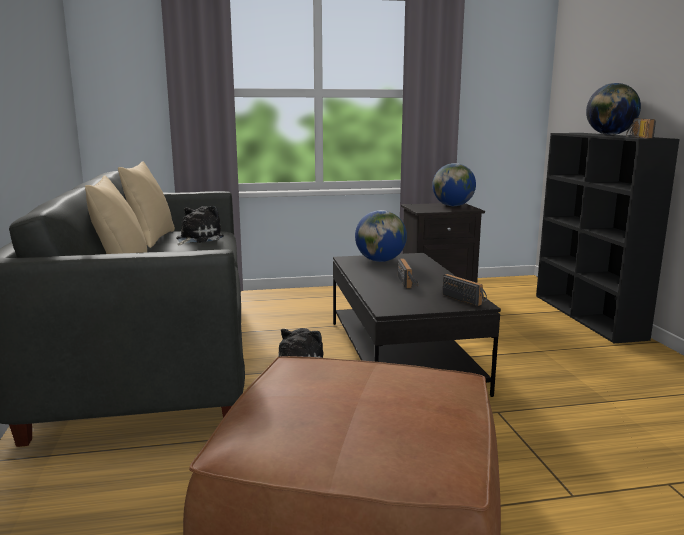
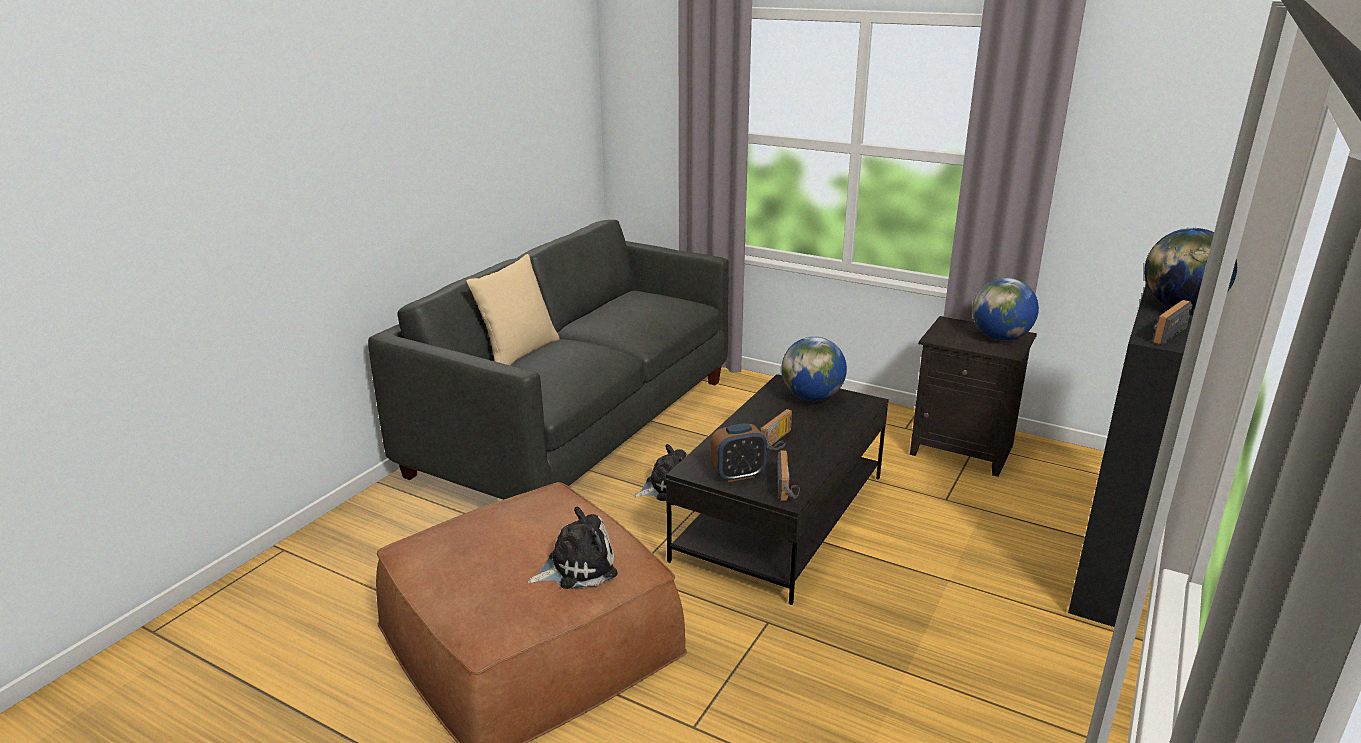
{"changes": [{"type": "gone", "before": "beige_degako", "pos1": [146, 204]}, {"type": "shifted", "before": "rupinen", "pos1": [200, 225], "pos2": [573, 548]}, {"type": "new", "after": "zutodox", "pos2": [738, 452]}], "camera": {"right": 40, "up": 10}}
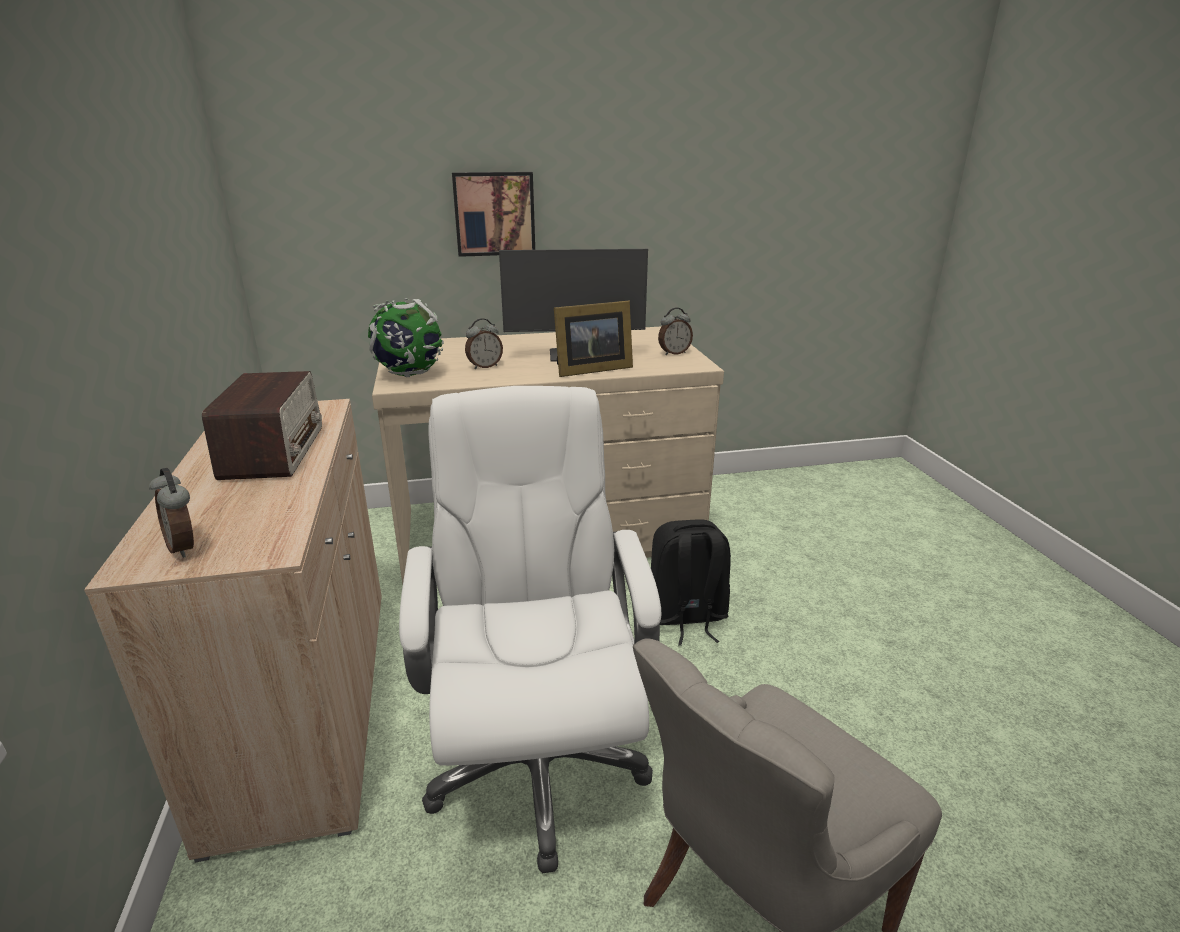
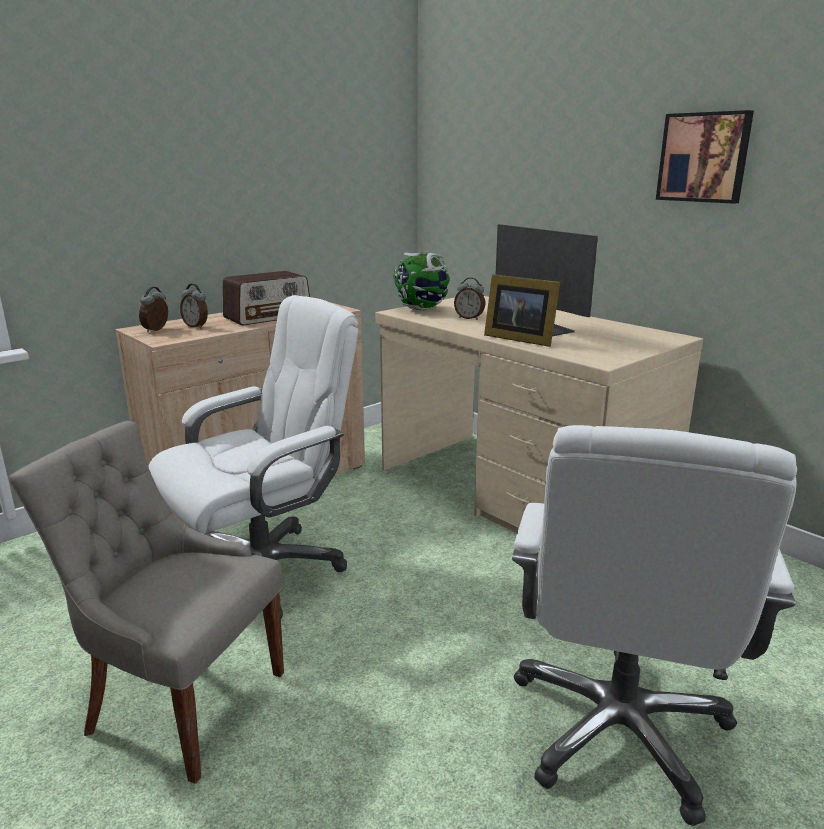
{"changes": [{"type": "shifted", "before": "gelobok", "pos1": [493, 214], "pos2": [705, 157]}, {"type": "gone", "before": "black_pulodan", "pos1": [691, 582]}, {"type": "shifted", "before": "zutodox", "pos1": [675, 331], "pos2": [194, 306]}, {"type": "new", "after": "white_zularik", "pos2": [654, 625]}], "camera": {"right": 60, "up": -5}}
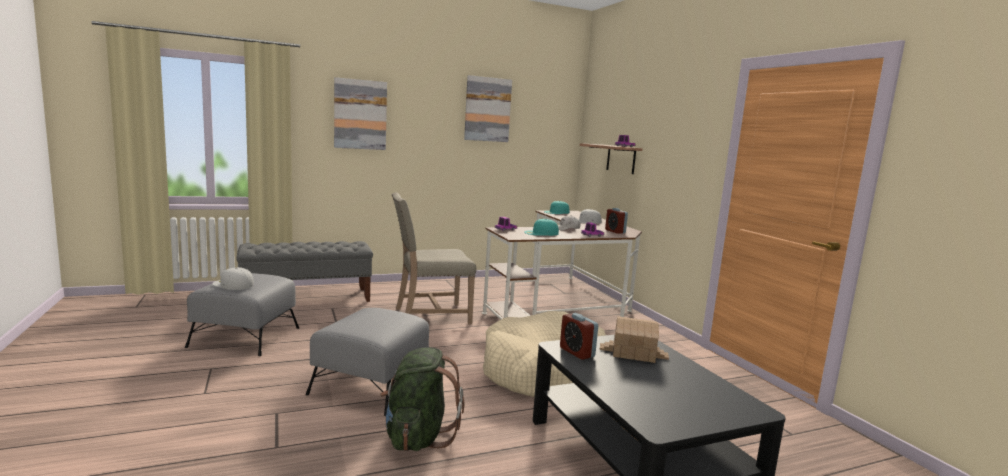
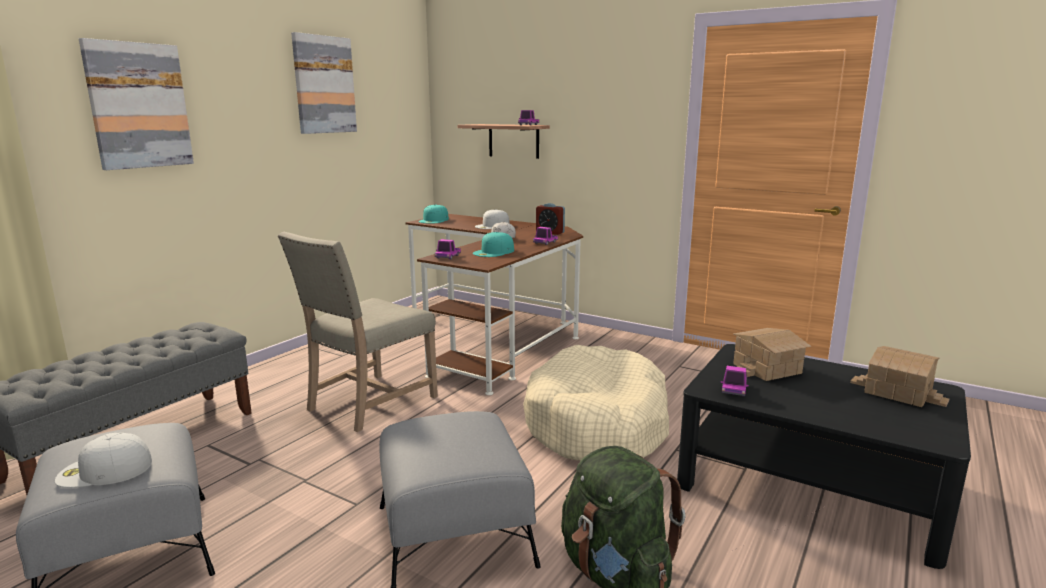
{"changes": [{"type": "swapped", "before": "zutodox", "after": "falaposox", "pos1": [579, 336], "pos2": [735, 381]}, {"type": "new", "after": "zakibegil", "pos2": [899, 376]}], "camera": {"right": -35, "up": 5}}
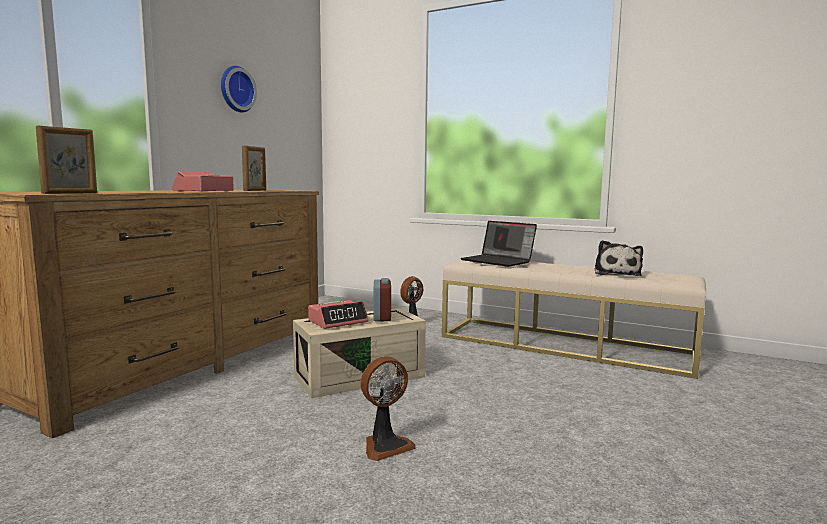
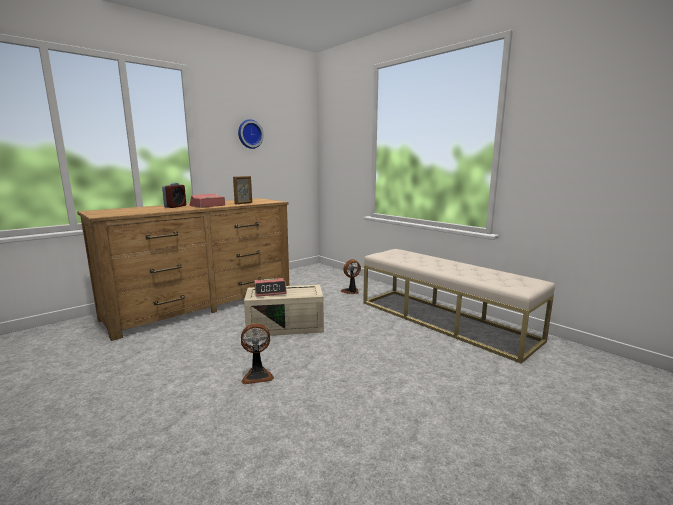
{"changes": [{"type": "gone", "before": "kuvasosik", "pos1": [66, 159]}, {"type": "shifted", "before": "zutodox", "pos1": [382, 299], "pos2": [174, 195]}, {"type": "gone", "before": "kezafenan", "pos1": [498, 244]}, {"type": "gone", "before": "rupinen", "pos1": [619, 258]}], "camera": {"right": 20, "up": 5}}
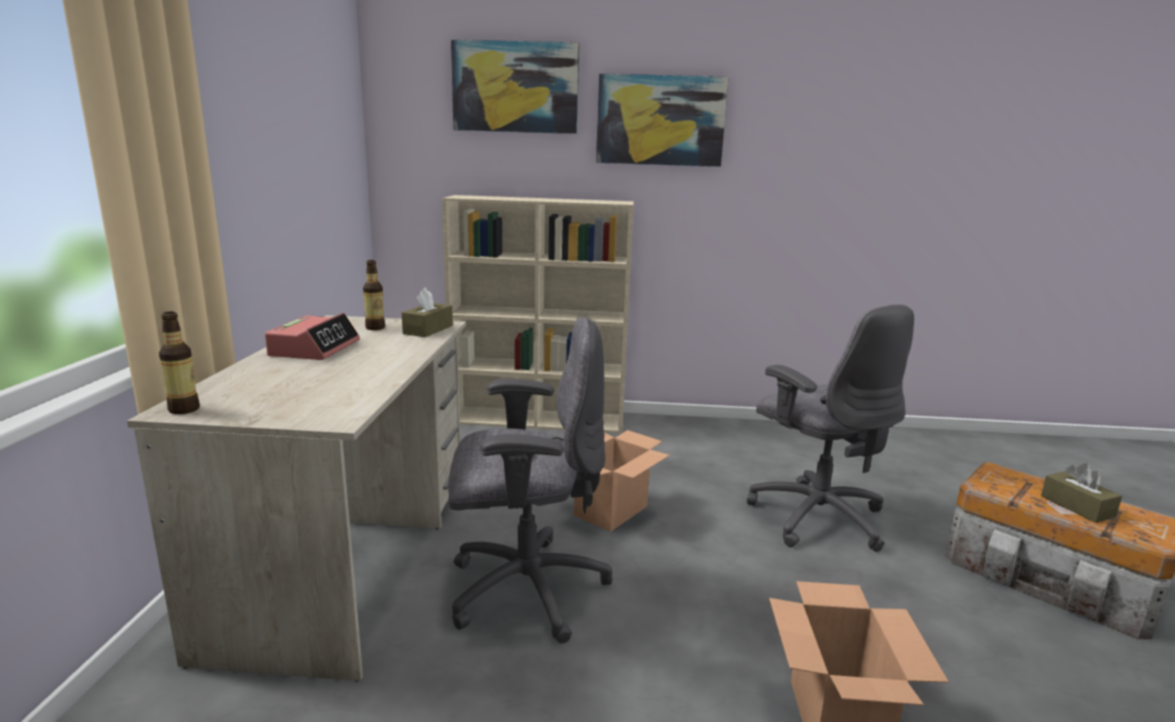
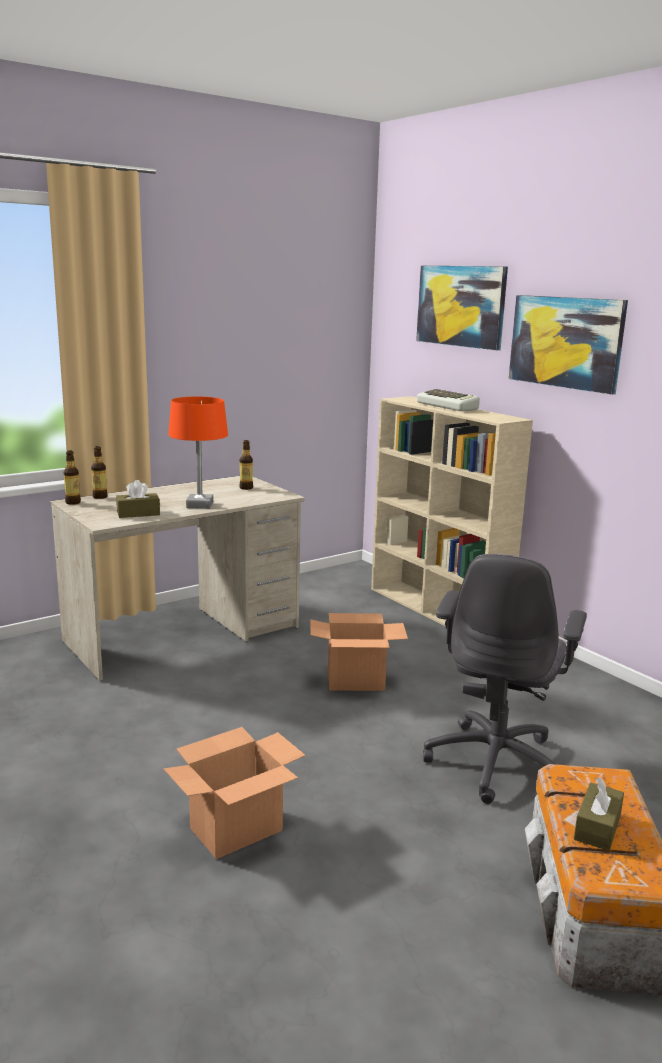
{"changes": [{"type": "gone", "before": "zutodox", "pos1": [312, 336]}, {"type": "shifted", "before": "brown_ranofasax", "pos1": [427, 312], "pos2": [138, 499]}, {"type": "gone", "before": "grey_zularik", "pos1": [530, 480]}, {"type": "new", "after": "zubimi", "pos2": [99, 472]}, {"type": "new", "after": "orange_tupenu", "pos2": [198, 452]}, {"type": "new", "after": "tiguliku", "pos2": [448, 400]}], "camera": {"right": 50, "up": 0}}
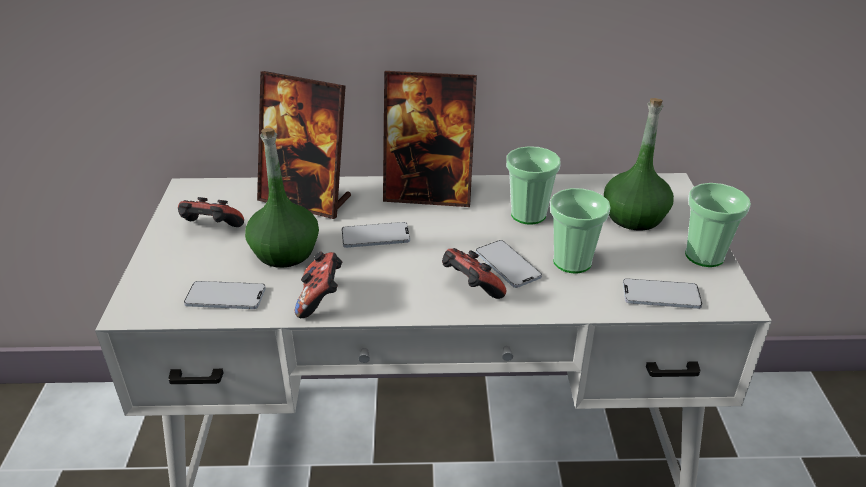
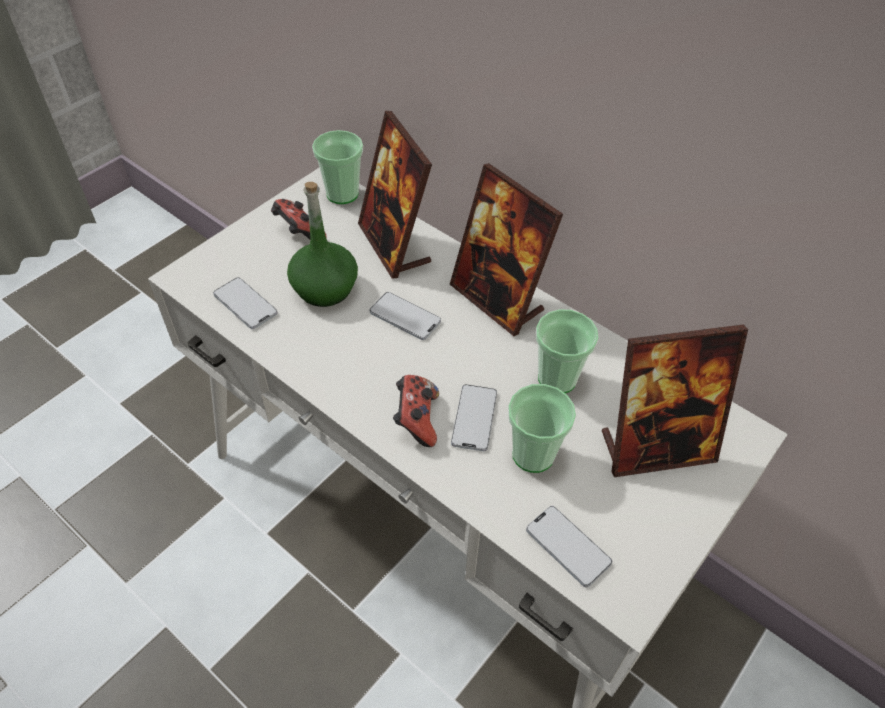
{"changes": [{"type": "gone", "before": "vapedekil", "pos1": [318, 284]}, {"type": "swapped", "before": "green_zubimi", "after": "kuvasosik", "pos1": [639, 164], "pos2": [675, 400]}, {"type": "shifted", "before": "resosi", "pos1": [718, 225], "pos2": [337, 167]}], "camera": {"right": 40, "up": 15}}
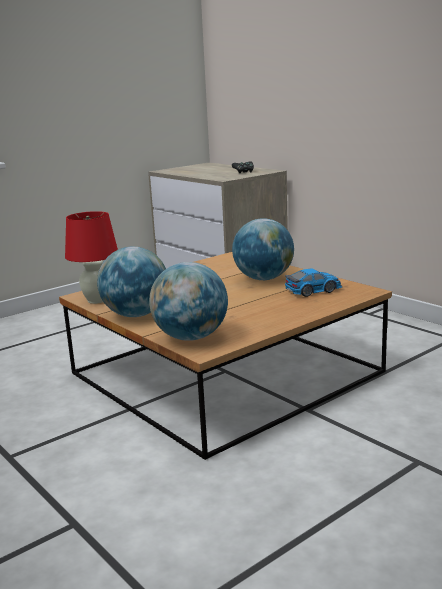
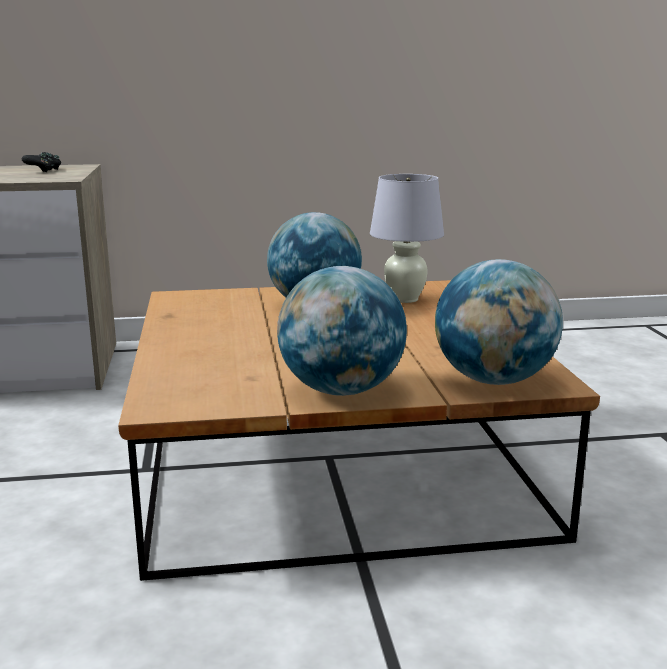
{"changes": [{"type": "gone", "before": "red_tupenu", "pos1": [91, 257]}, {"type": "swapped", "before": "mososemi", "after": "white_tupenu", "pos1": [313, 282], "pos2": [407, 238]}], "camera": {"right": -60, "up": 0}}
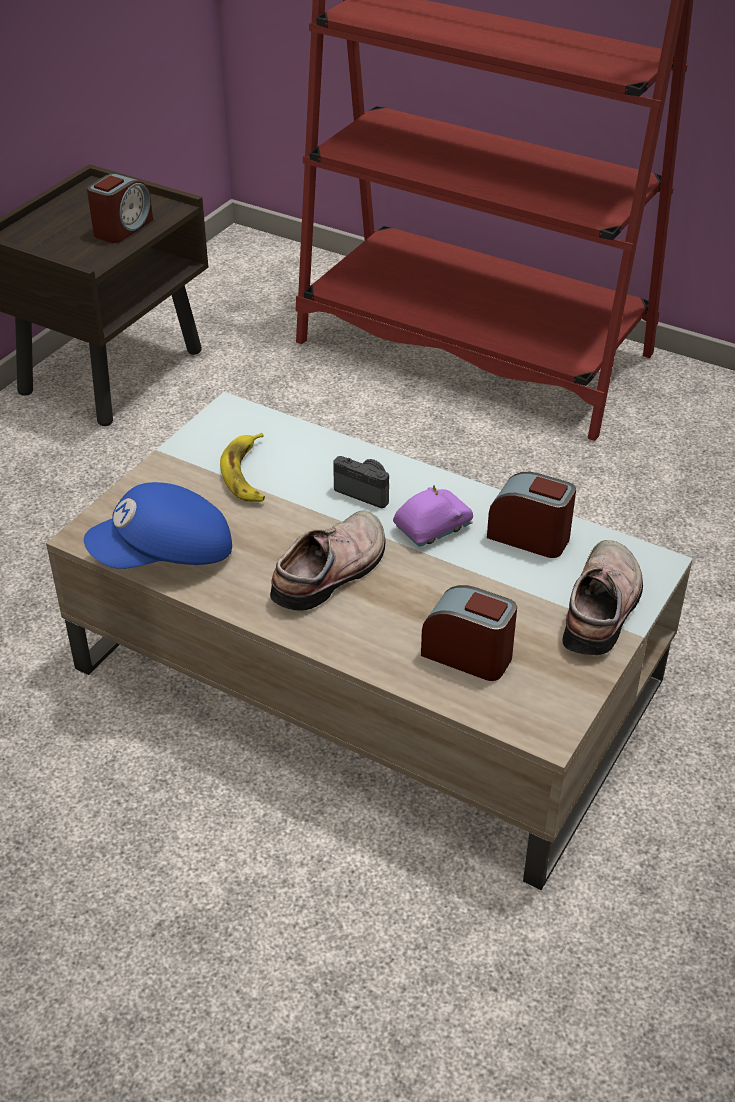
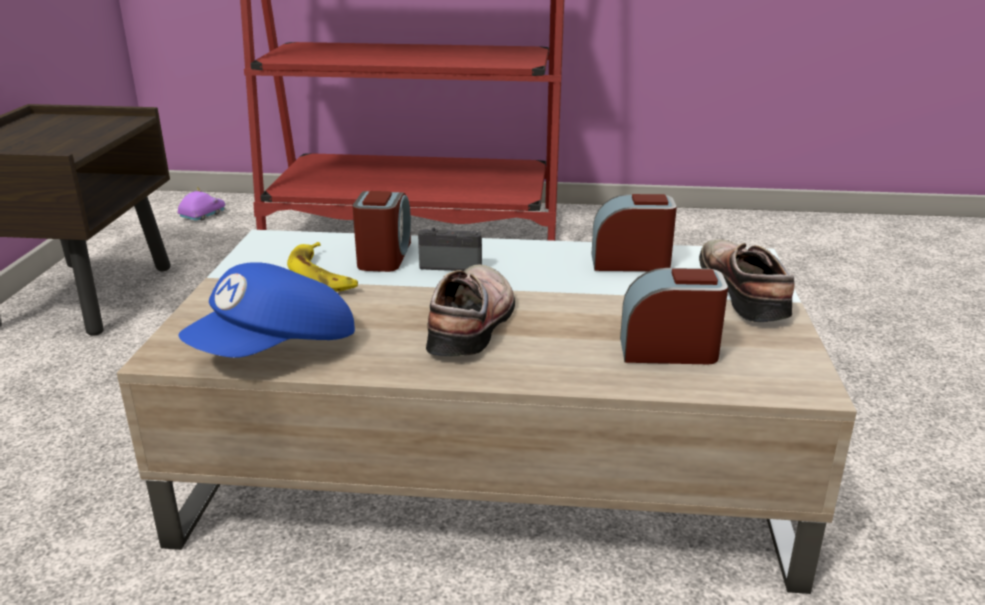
{"changes": [{"type": "shifted", "before": "zutodox", "pos1": [120, 208], "pos2": [381, 231]}, {"type": "shifted", "before": "purple_mososemi", "pos1": [433, 516], "pos2": [201, 204]}], "camera": {"right": -25, "up": -15}}
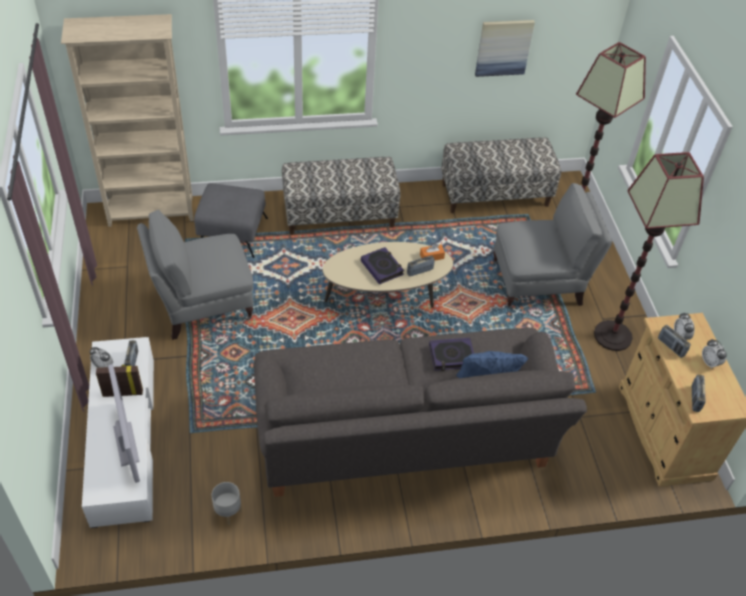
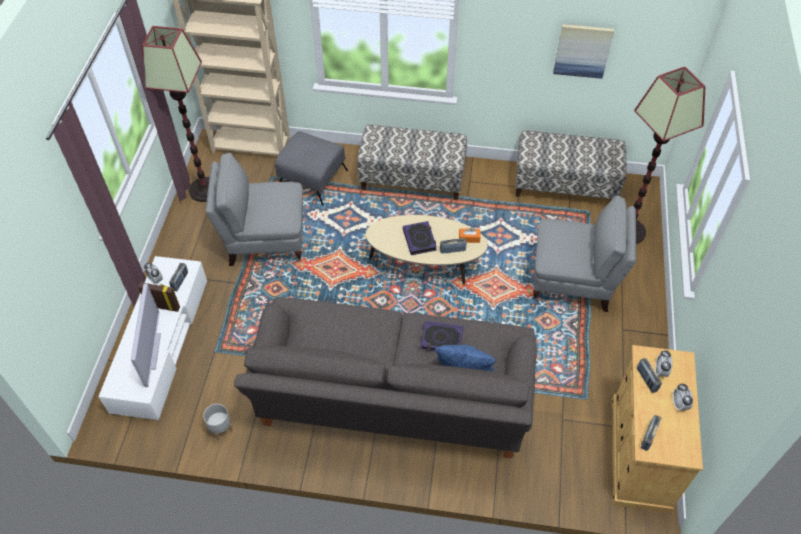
{"changes": [{"type": "shifted", "before": "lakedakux", "pos1": [649, 251], "pos2": [175, 114]}], "camera": {"right": 20, "up": 5}}
